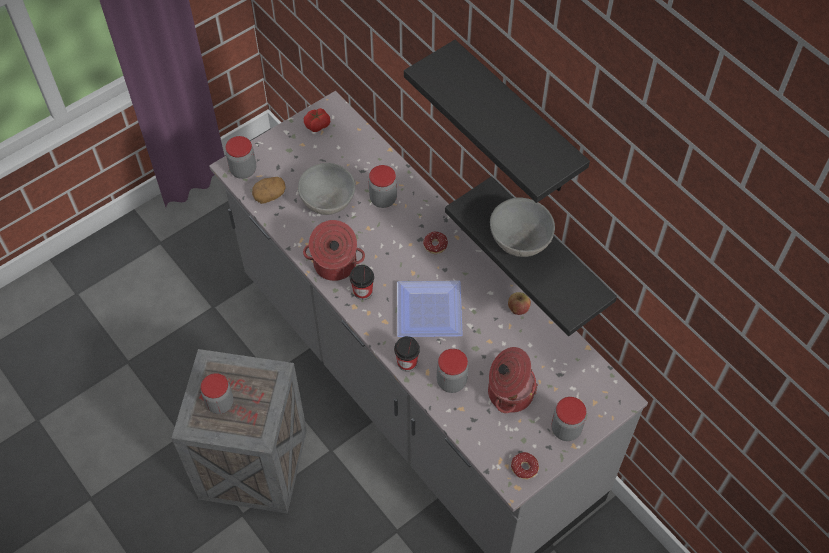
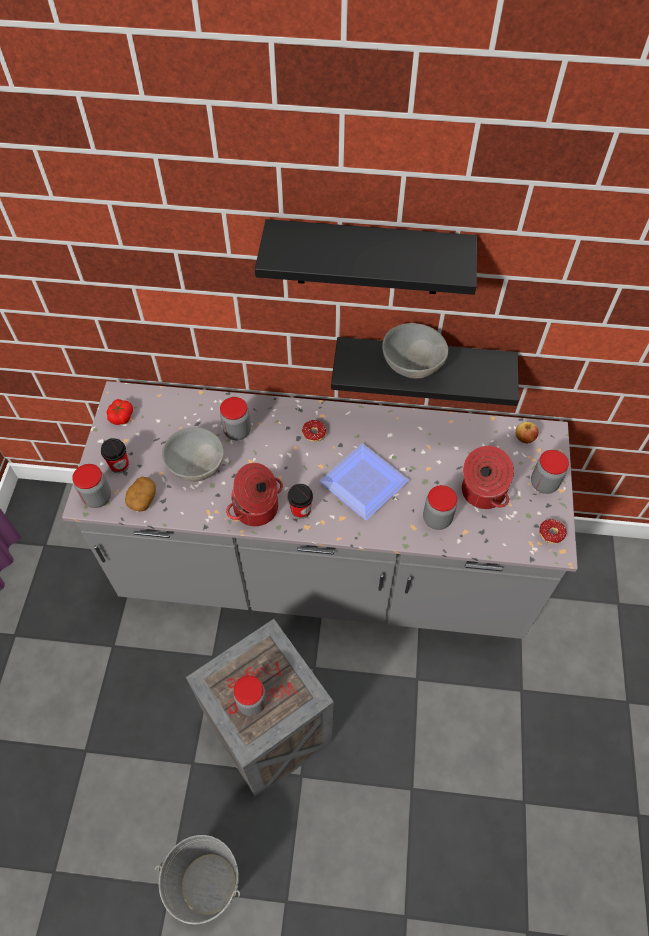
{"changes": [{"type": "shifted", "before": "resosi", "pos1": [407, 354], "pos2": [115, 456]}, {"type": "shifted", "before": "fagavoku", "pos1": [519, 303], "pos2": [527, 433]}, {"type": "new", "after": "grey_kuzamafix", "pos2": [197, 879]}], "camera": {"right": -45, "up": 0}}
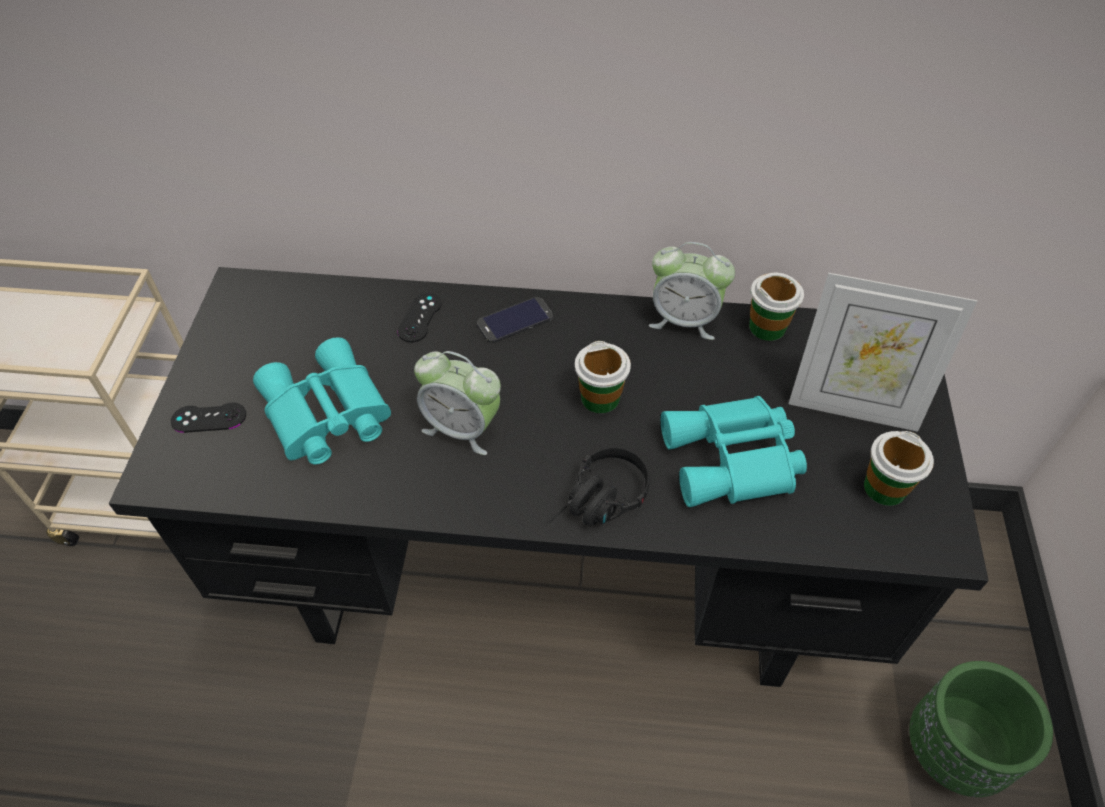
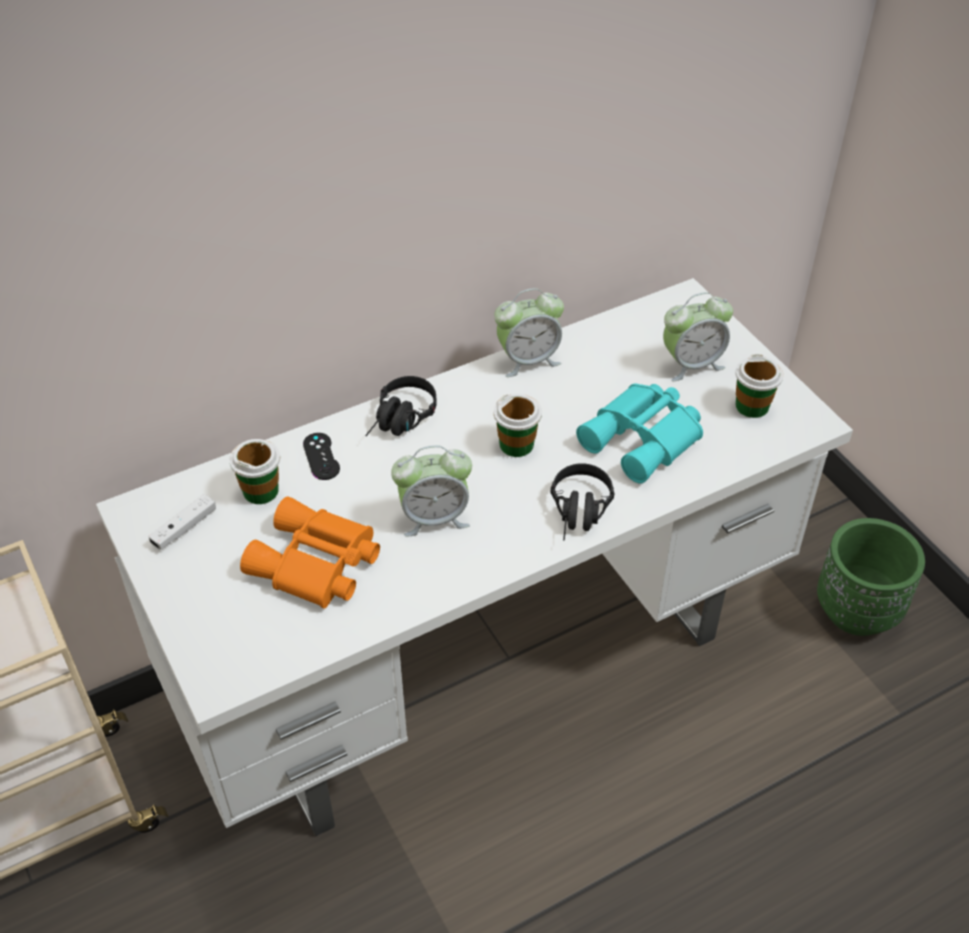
{"changes": [{"type": "repainted", "before": "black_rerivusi", "after": "white_rerivusi", "pos1": [549, 477], "pos2": [474, 557]}, {"type": "gone", "before": "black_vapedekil", "pos1": [208, 417]}, {"type": "repainted", "before": "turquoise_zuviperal", "after": "orange_zuviperal", "pos1": [322, 401], "pos2": [310, 552]}, {"type": "swapped", "before": "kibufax", "after": "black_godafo", "pos1": [515, 320], "pos2": [401, 406]}, {"type": "shifted", "before": "resosi", "pos1": [776, 307], "pos2": [254, 471]}, {"type": "swapped", "before": "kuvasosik", "after": "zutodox", "pos1": [883, 352], "pos2": [698, 336]}, {"type": "new", "after": "white_vapedekil", "pos2": [182, 522]}], "camera": {"right": -35, "up": -5}}
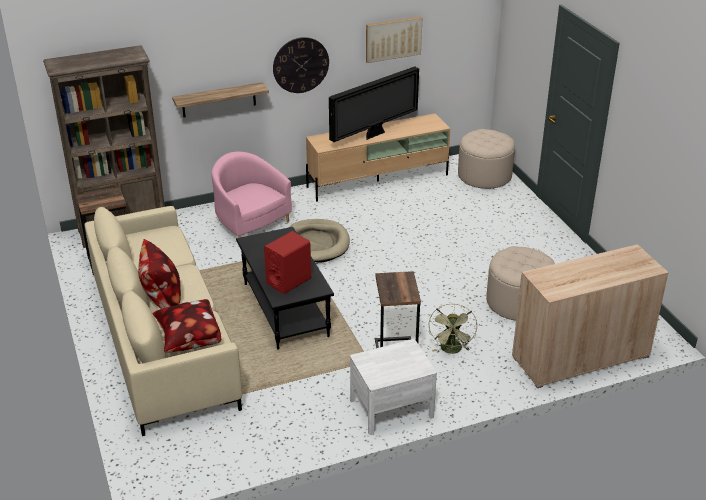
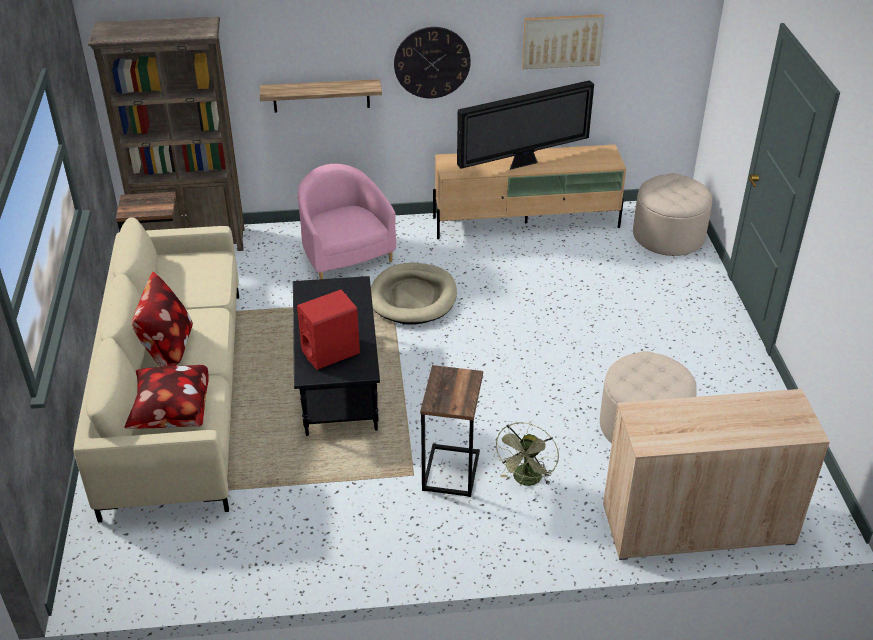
{"changes": [{"type": "gone", "before": "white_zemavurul", "pos1": [393, 387]}], "camera": {"right": 15, "up": 5}}
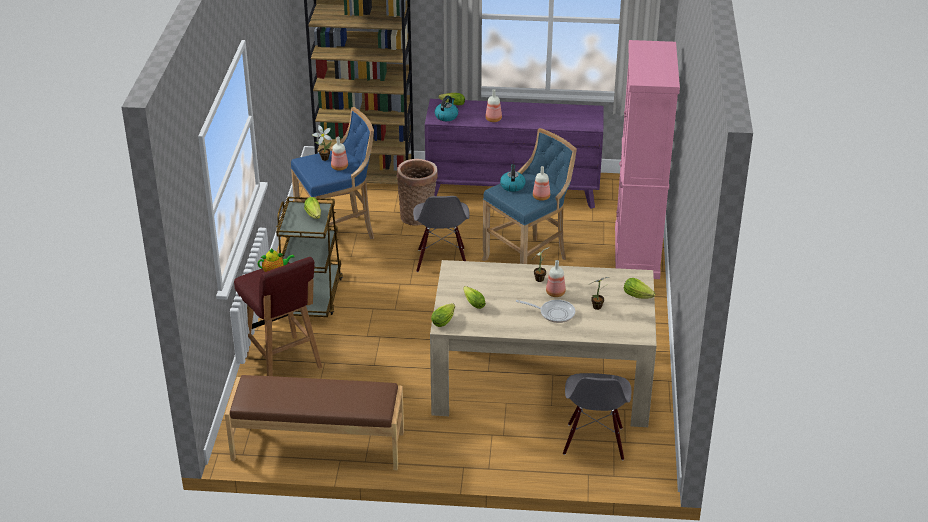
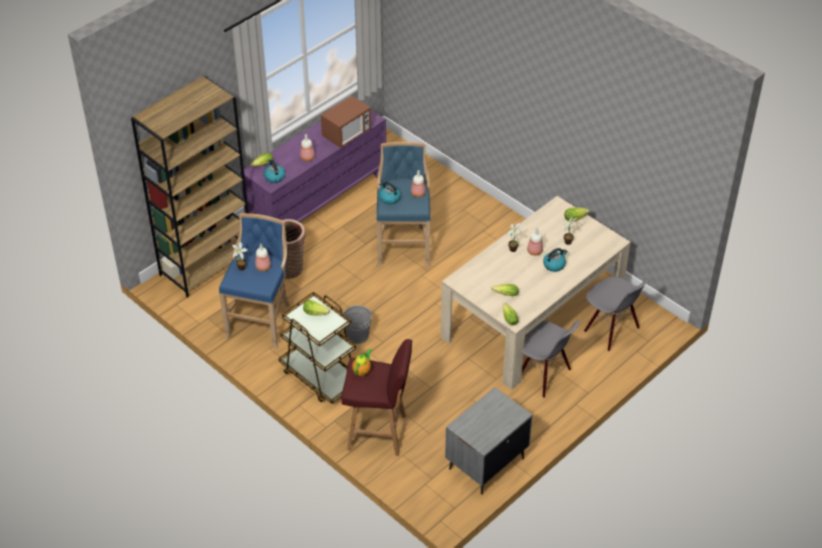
{"changes": [{"type": "swapped", "before": "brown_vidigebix", "after": "grey_zemavurul", "pos1": [314, 422], "pos2": [489, 441]}, {"type": "shifted", "before": "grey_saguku", "pos1": [441, 234], "pos2": [550, 359]}, {"type": "swapped", "before": "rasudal", "after": "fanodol", "pos1": [545, 311], "pos2": [555, 260]}, {"type": "gone", "before": "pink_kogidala", "pos1": [647, 159]}, {"type": "new", "after": "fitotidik", "pos2": [346, 122]}, {"type": "new", "after": "grey_kuzamafix", "pos2": [358, 324]}], "camera": {"right": -50, "up": 10}}
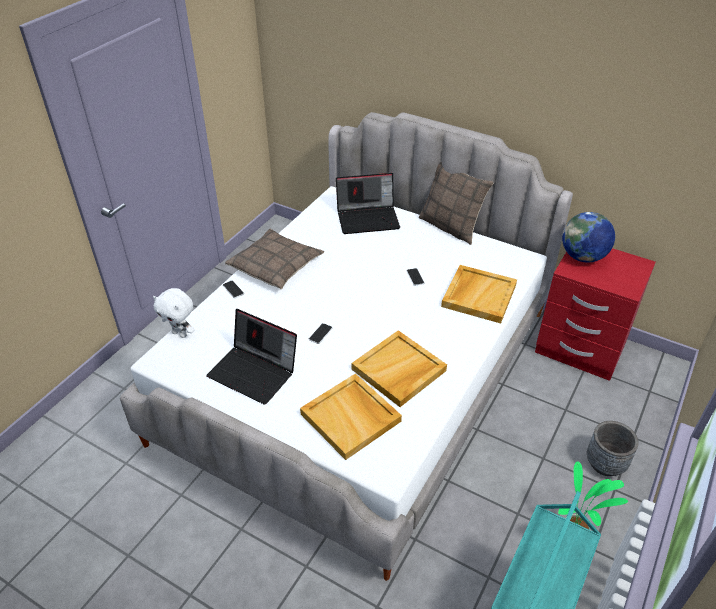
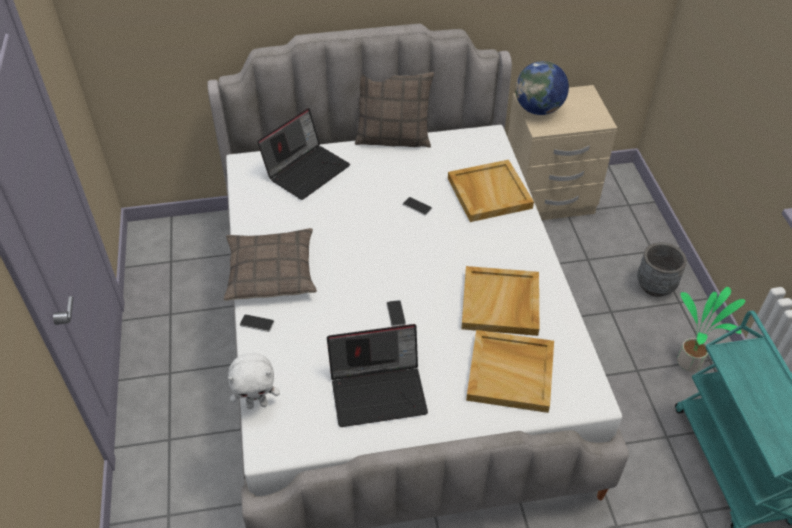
{"changes": [{"type": "repainted", "before": "red_zemavurul", "after": "beige_zemavurul", "pos1": [595, 314], "pos2": [562, 152]}], "camera": {"right": -40, "up": 5}}
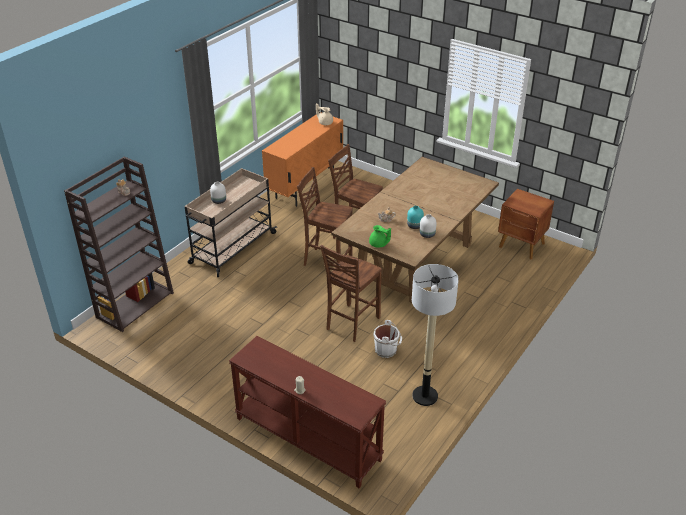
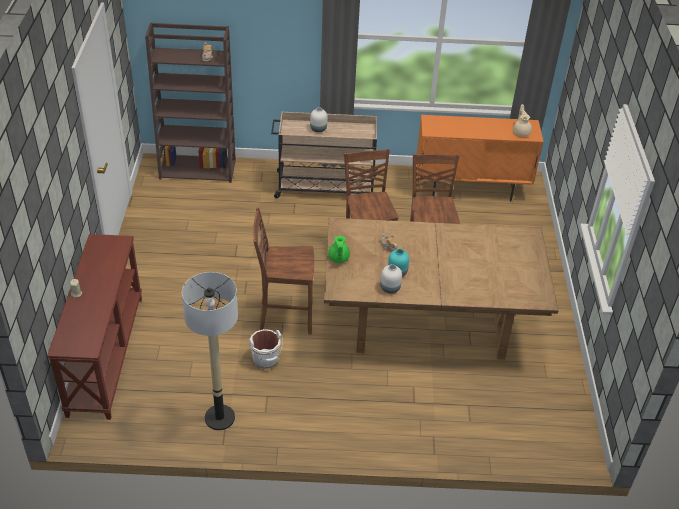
{"changes": [{"type": "gone", "before": "brown_zemavurul", "pos1": [526, 224]}], "camera": {"right": 55, "up": 5}}
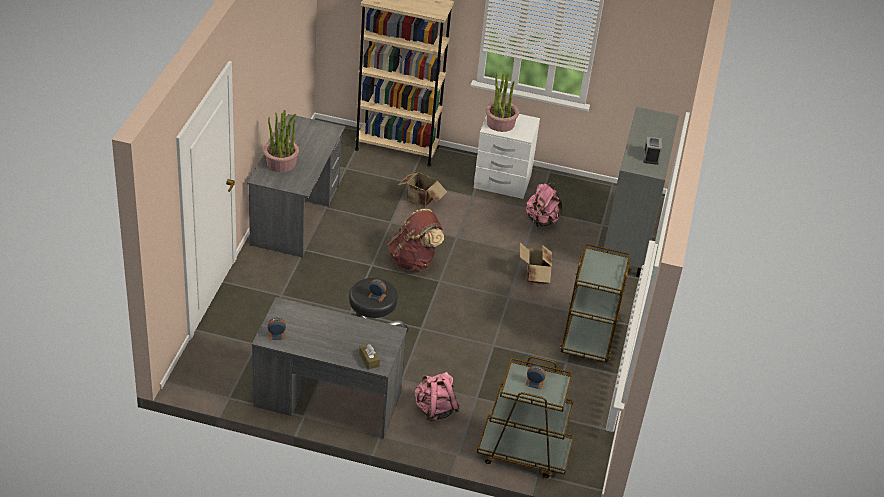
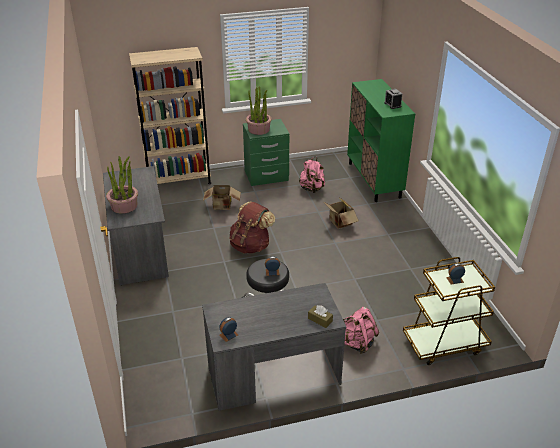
{"changes": [{"type": "repainted", "before": "white_zemavurul", "after": "green_zemavurul", "pos1": [507, 156], "pos2": [266, 152]}, {"type": "gone", "before": "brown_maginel", "pos1": [595, 303]}, {"type": "repainted", "before": "grey_kogidala", "after": "green_kogidala", "pos1": [641, 192], "pos2": [381, 140]}], "camera": {"right": -25, "up": -5}}
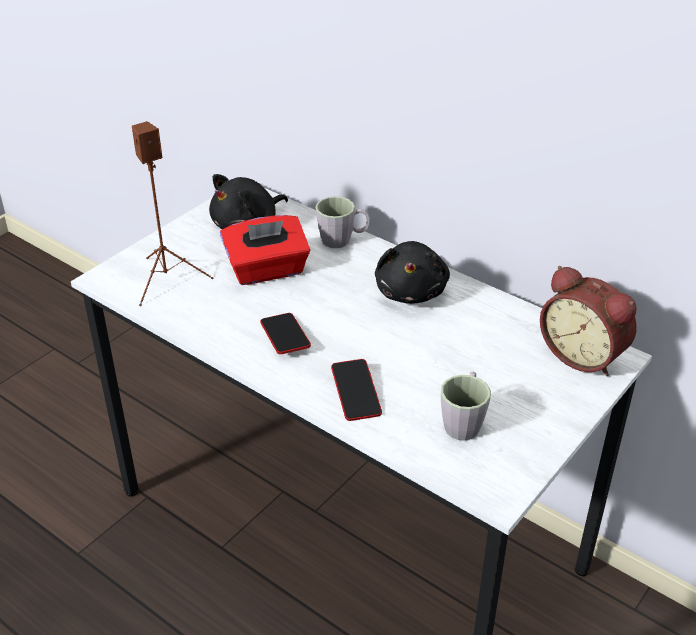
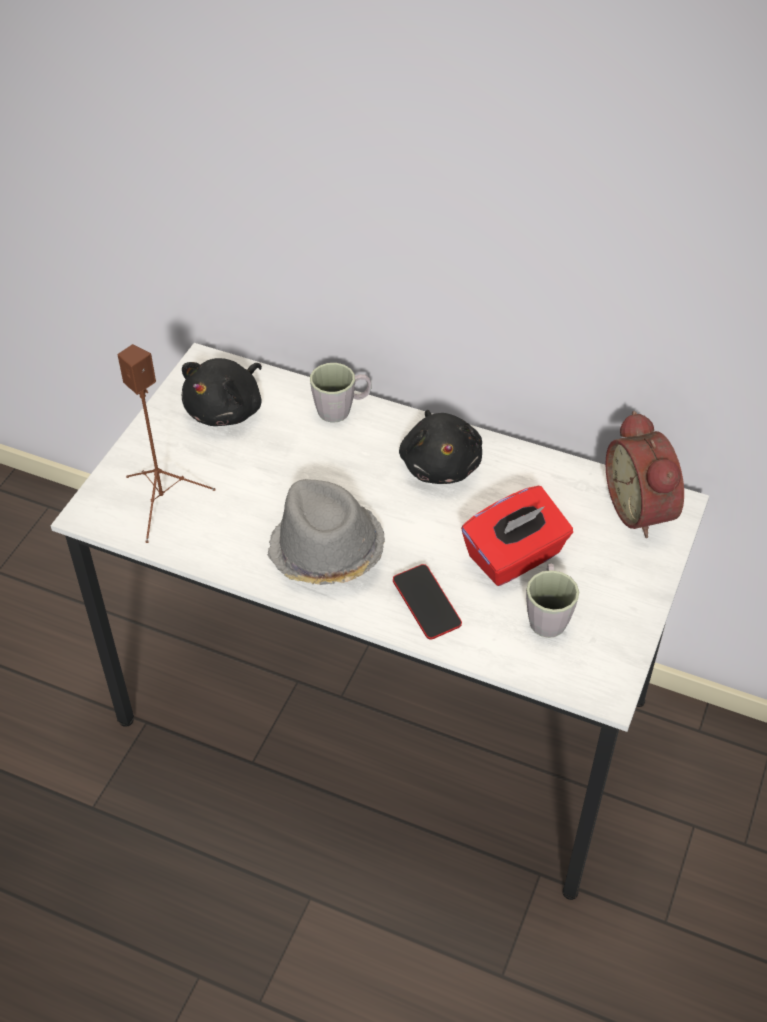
{"changes": [{"type": "shifted", "before": "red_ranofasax", "pos1": [265, 250], "pos2": [517, 536]}, {"type": "swapped", "before": "kibufax", "after": "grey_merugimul", "pos1": [285, 333], "pos2": [326, 532]}, {"type": "rotated", "before": "zutodox", "pos1": [588, 321], "pos2": [644, 474], "turn": 45}], "camera": {"right": -15, "up": 10}}
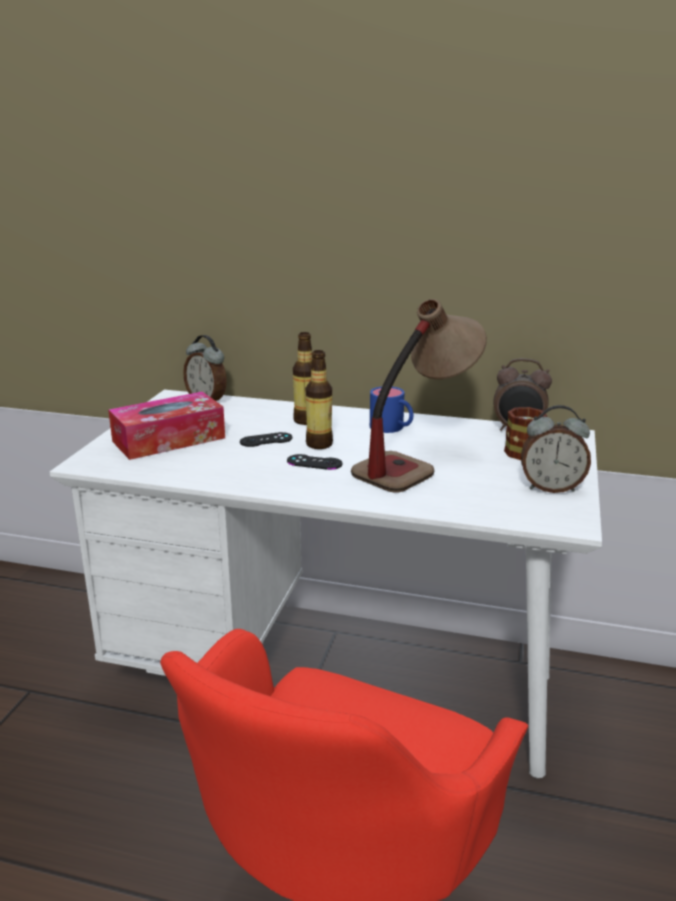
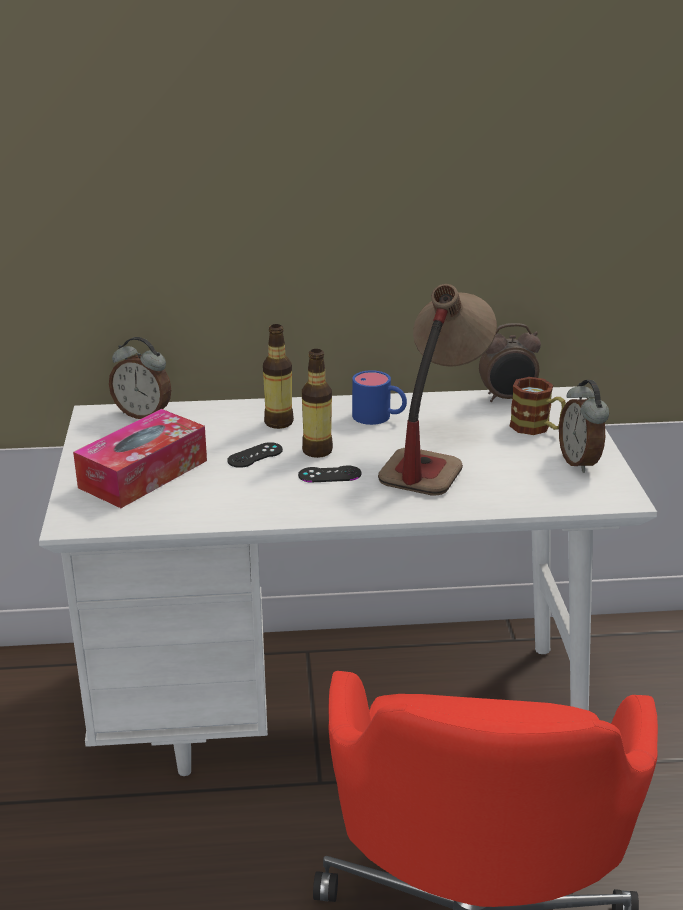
{"changes": [{"type": "rotated", "before": "zutodox", "pos1": [556, 449], "pos2": [584, 426], "turn": 90}], "camera": {"right": -20, "up": 5}}
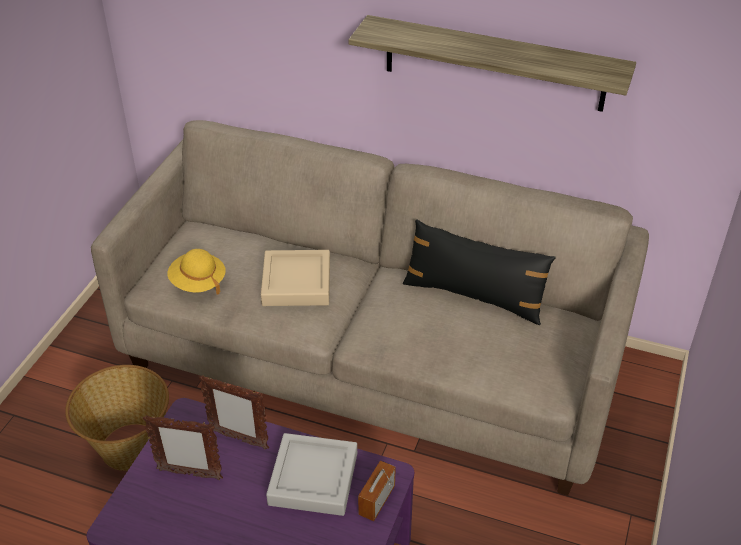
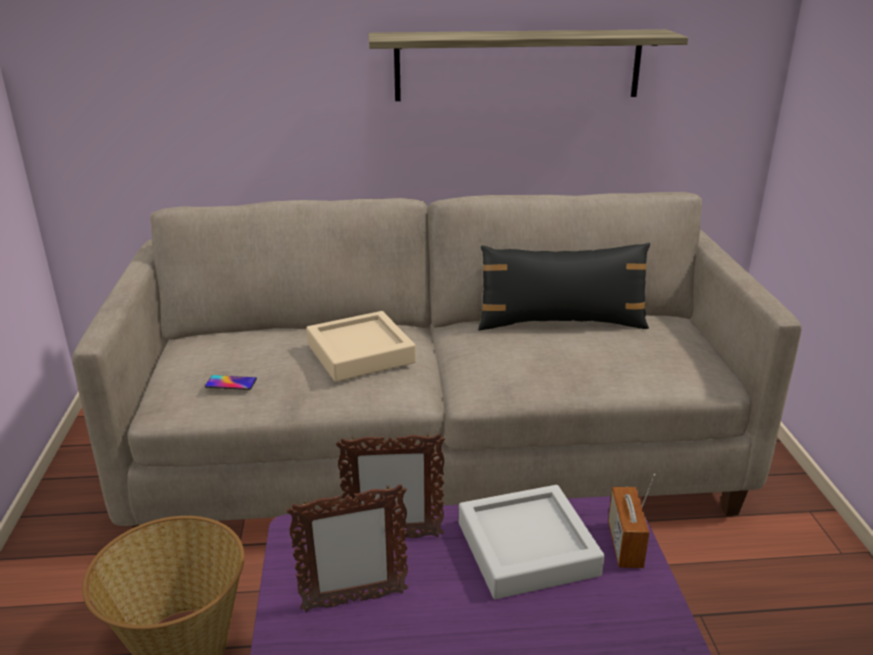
{"changes": [{"type": "swapped", "before": "yellow_merugimul", "after": "kibufax", "pos1": [196, 271], "pos2": [231, 382]}], "camera": {"right": -25, "up": -15}}
